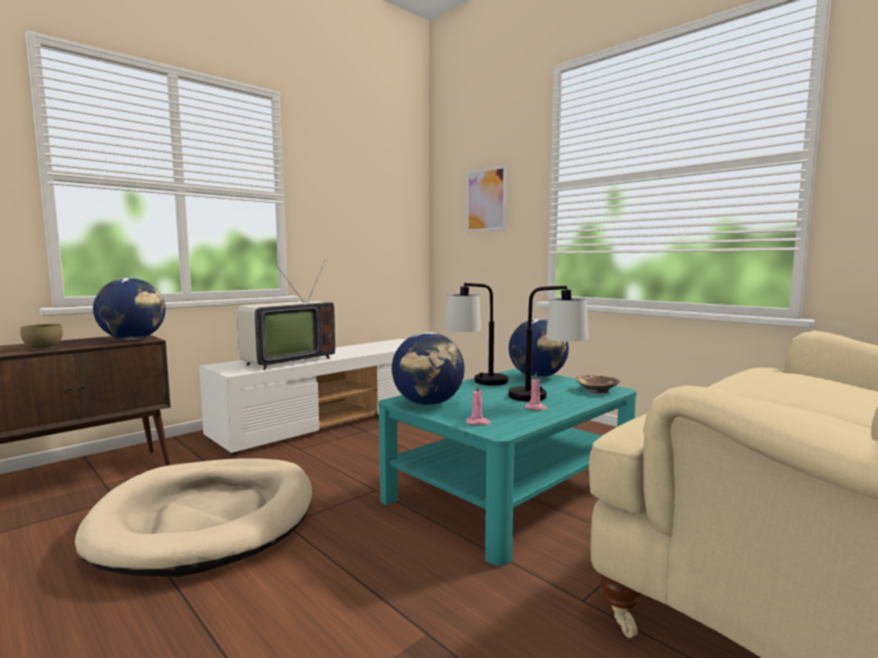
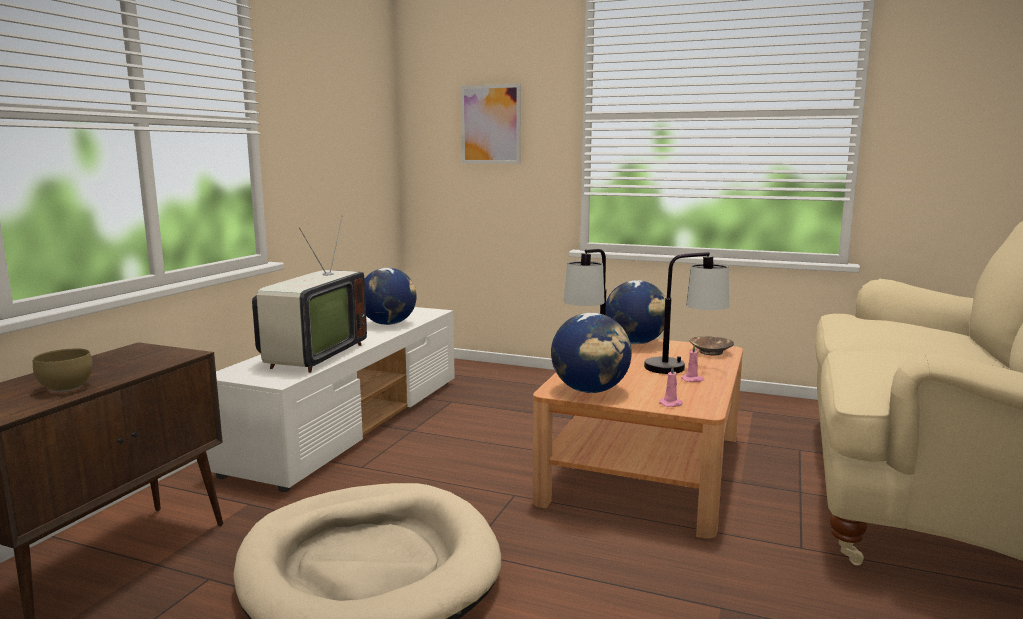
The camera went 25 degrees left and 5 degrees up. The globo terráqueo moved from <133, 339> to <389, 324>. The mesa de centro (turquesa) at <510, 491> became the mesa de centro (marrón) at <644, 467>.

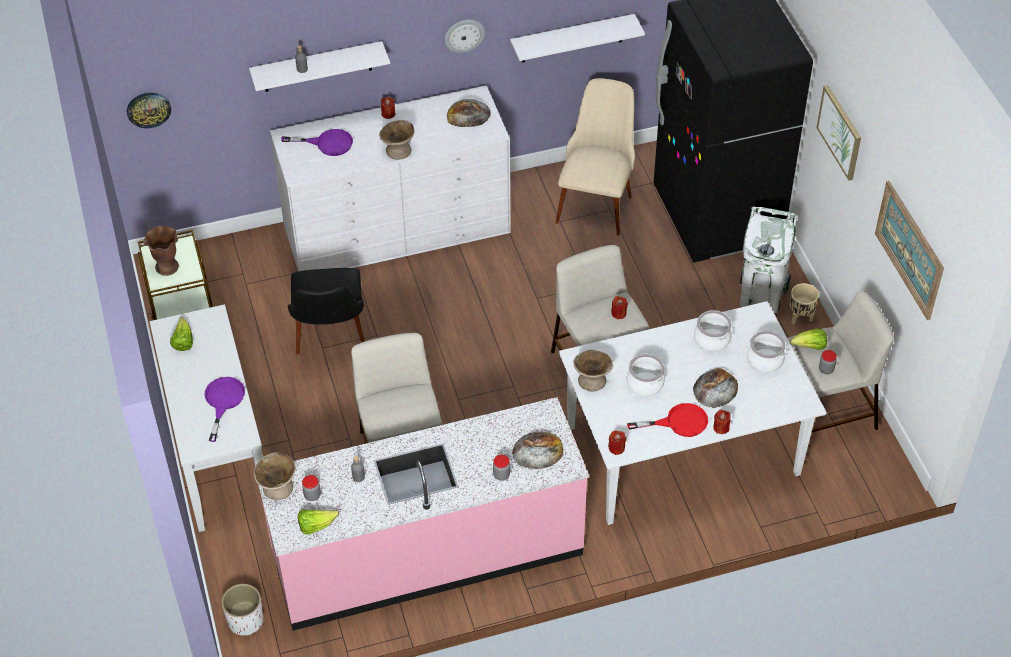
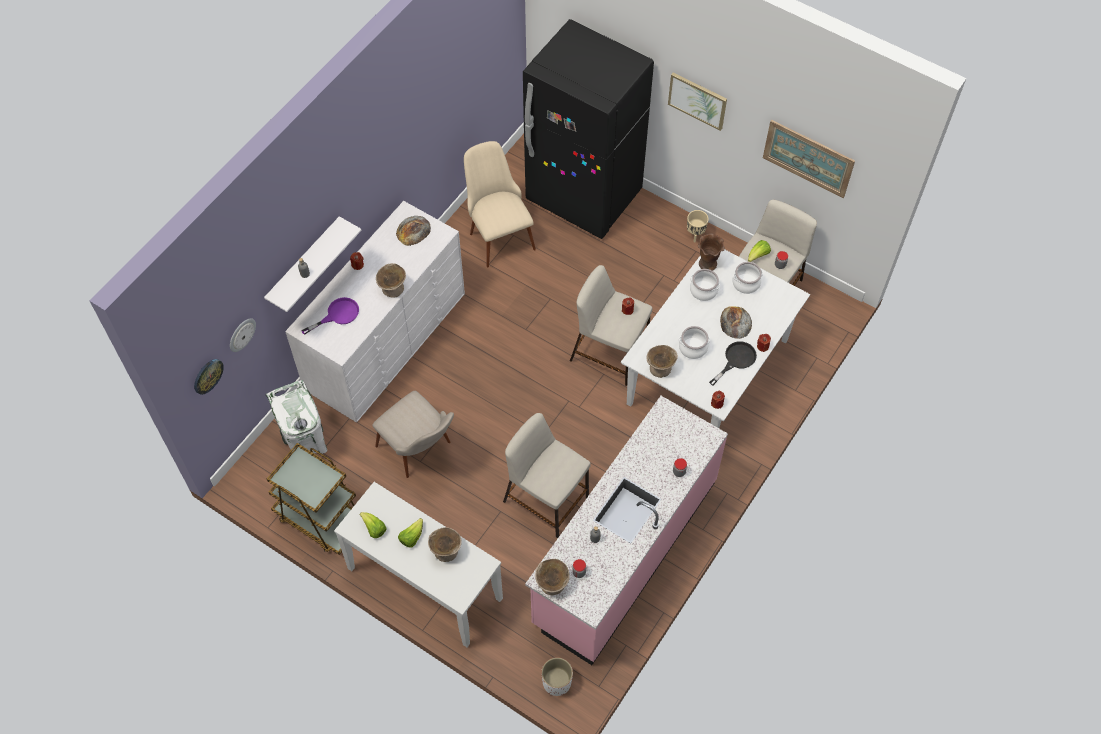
The camera went 40 degrees left and 10 degrees up. The estante (blanco) at <572, 38> disappeared. The pan at <538, 450> disappeared. The florero (marrón) moved from <167, 267> to <708, 264>. The lechuga moved from <316, 526> to <412, 537>. The reloj de pared moved from <464, 35> to <241, 334>. The papelera (blanco) moved from <761, 296> to <307, 444>. The sartén (morado) at <223, 402> was replaced by the cuenco (beis) at <446, 551>. The silla (negro) at <331, 341> became the silla (beis) at <421, 452>. The sartén (rojo) at <678, 422> became the sartén (negro) at <736, 360>.

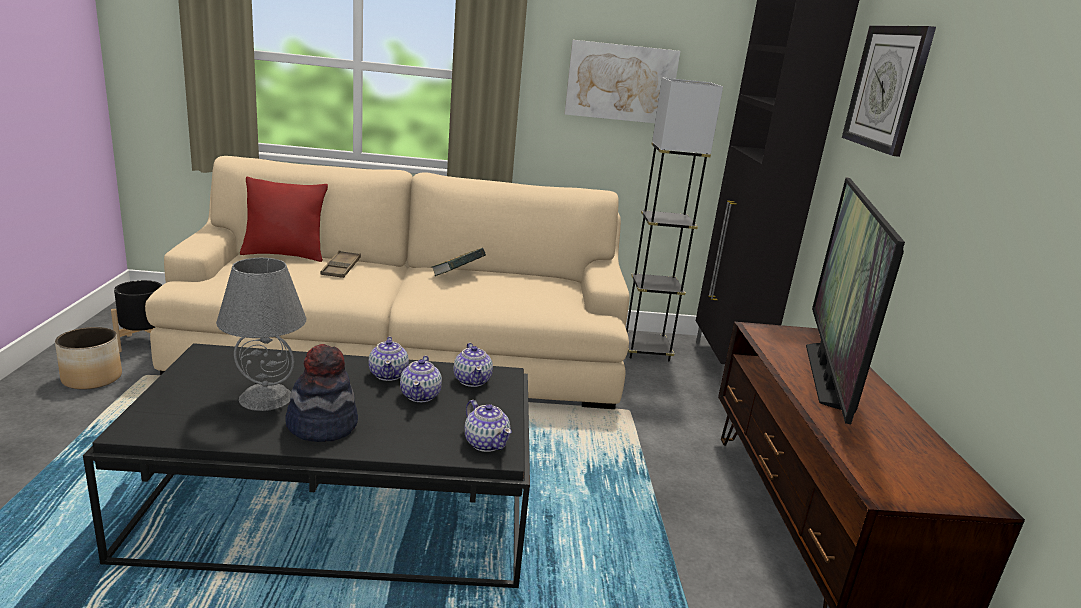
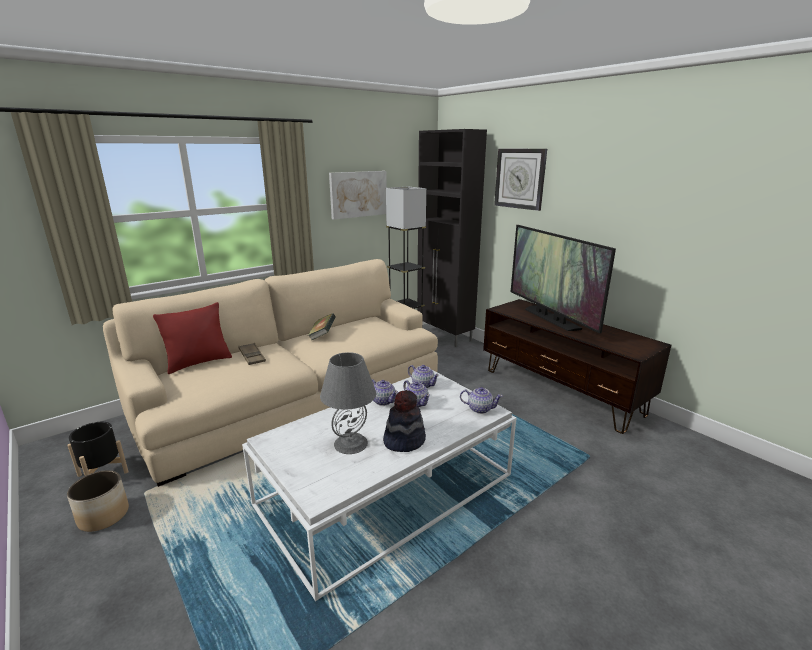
The camera went 35 degrees left and 0 degrees up. The mesa de centro (negro) at <341, 505> became the mesa de centro (blanco) at <387, 489>.

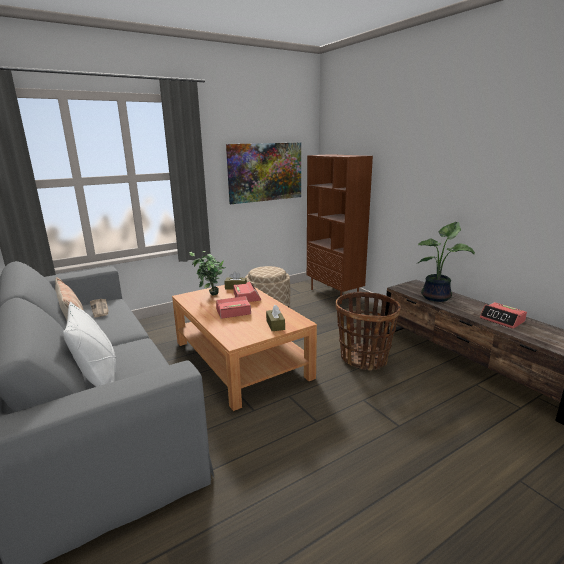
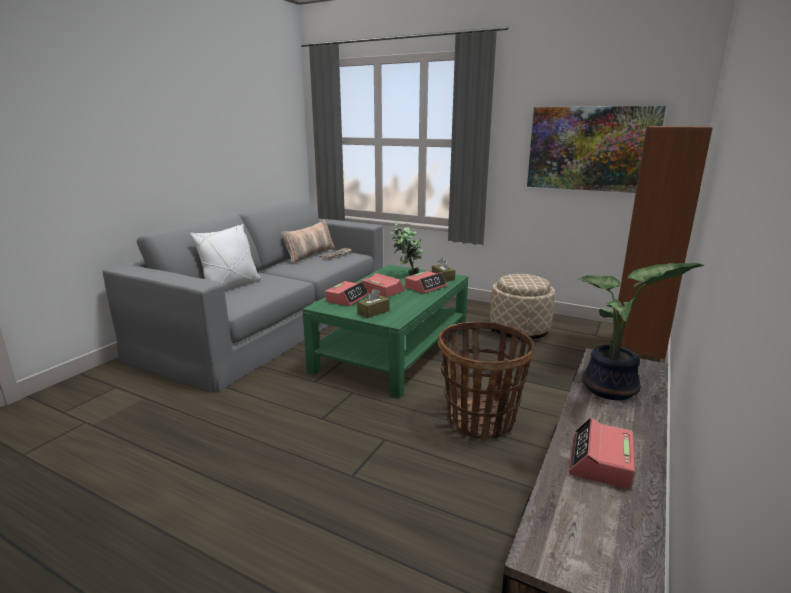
The camera went 60 degrees right and 0 degrees up. The despertador at <347, 298> appeared. The mesa de centro (marrón) at <240, 359> became the mesa de centro (verde) at <393, 349>.

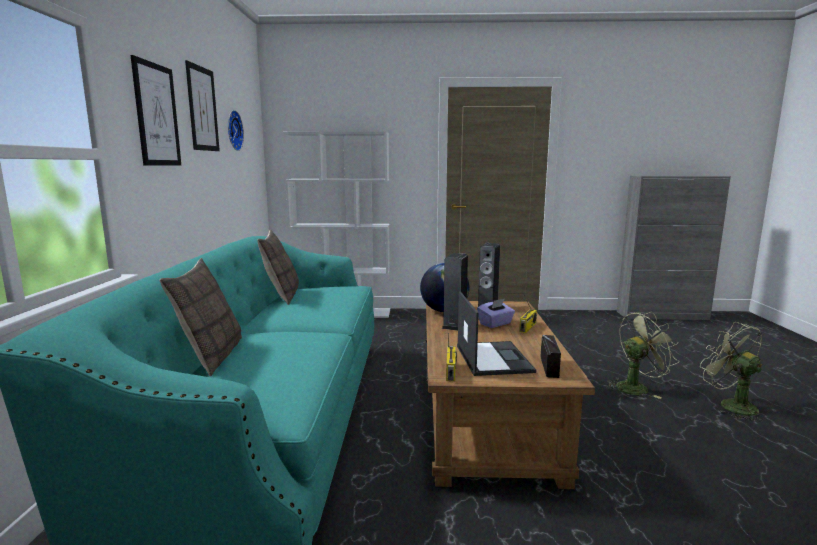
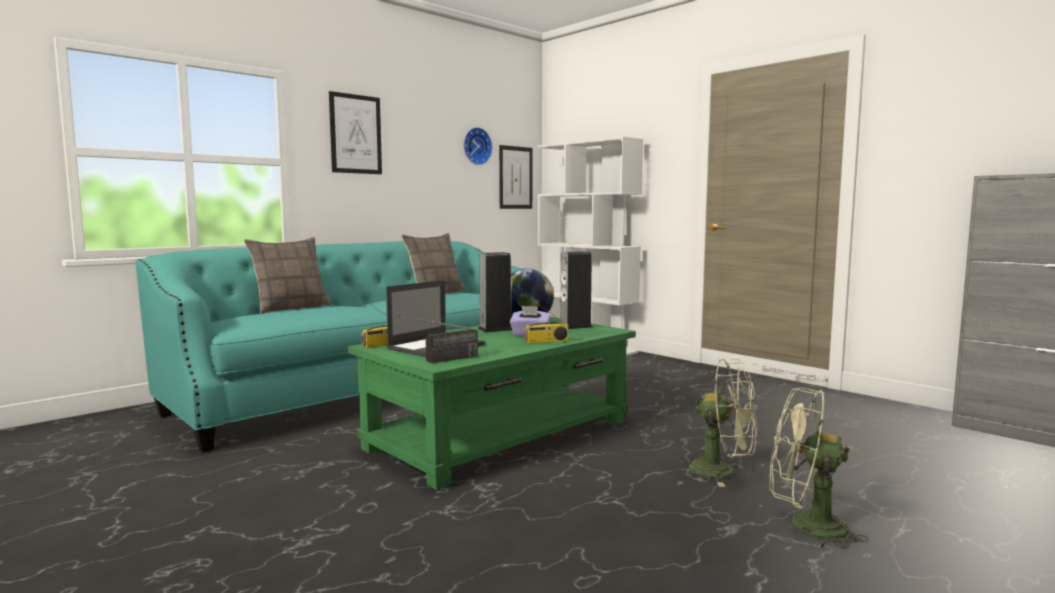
The camera went 45 degrees right and 5 degrees down. The cuadro moved from <202, 109> to <515, 177>. The mesa de centro (marrón) at <486, 416> became the mesa de centro (verde) at <501, 434>. The ventilador (verde) at <730, 405> turned 90 degrees counterclockwise.

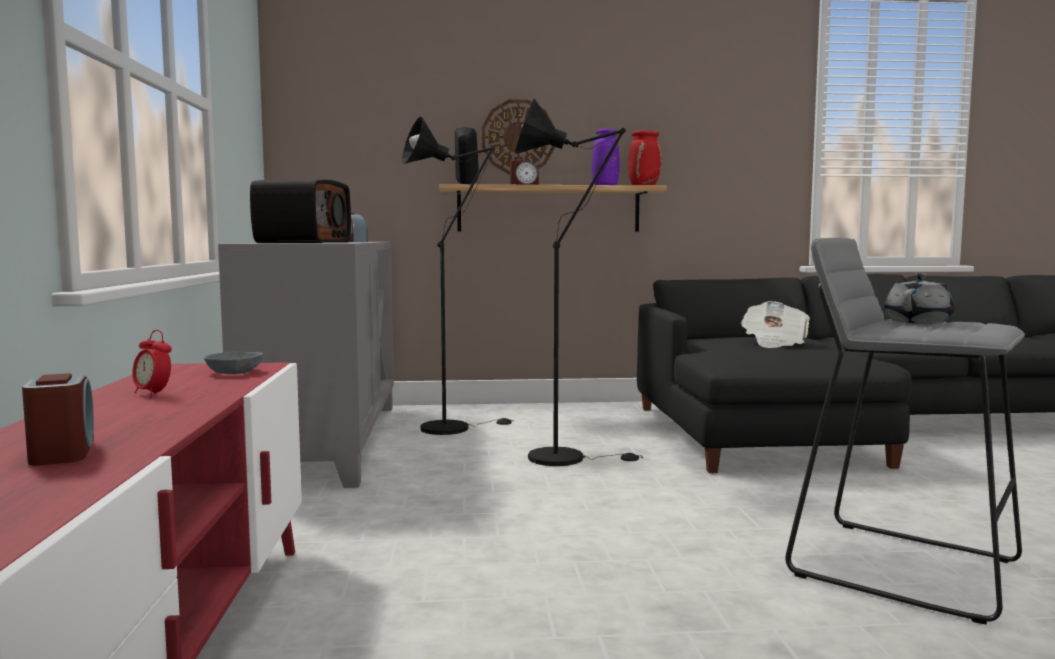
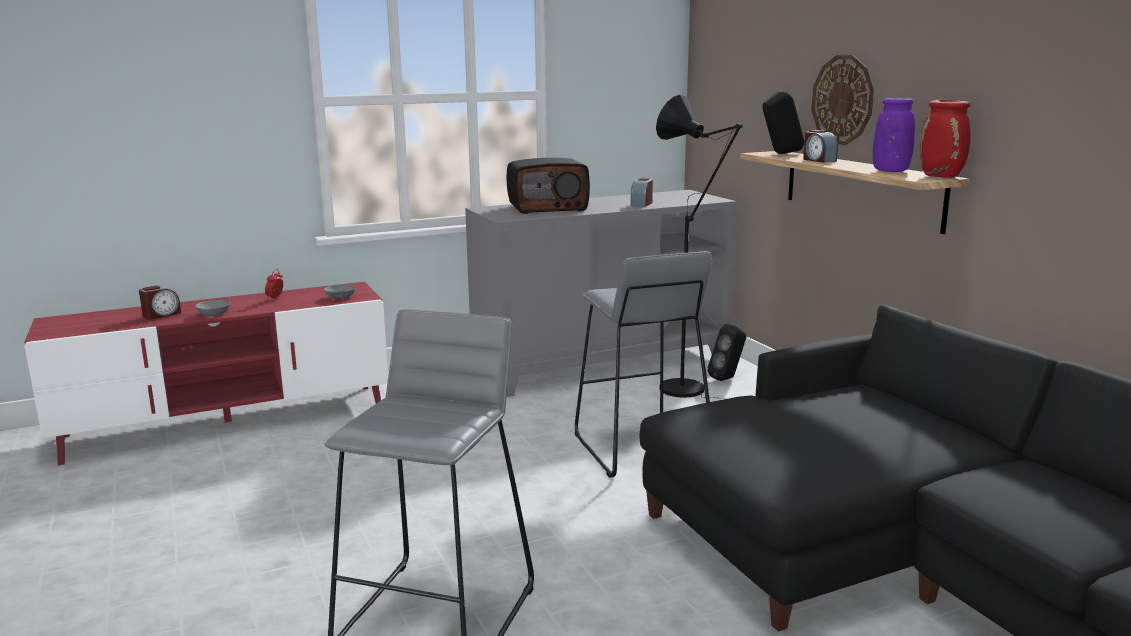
The camera went 70 degrees right and 10 degrees up. The periódico at <774, 343> disappeared. The tetera (gris) at <918, 322> disappeared. The cuenco (gris) at <214, 314> appeared. The altavoz (negro) at <728, 378> appeared. The lámpara de pie (negro) at <567, 457> was replaced by the taburete (gris) at <640, 448>.

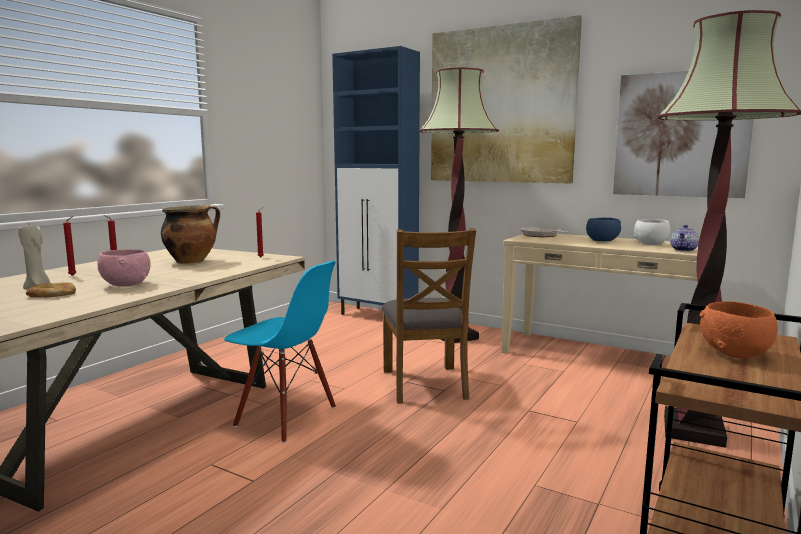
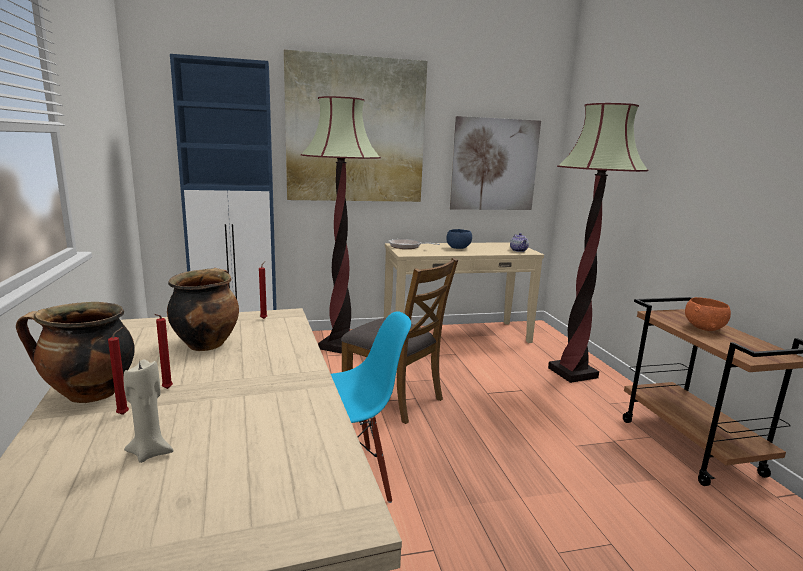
The camera went 45 degrees left and 5 degrees up. The pan at <52, 294> disappeared. The cuenco (rosa) at <126, 285> disappeared. The cuenco (blanco) at <651, 244> disappeared. The olla at <89, 395> appeared.

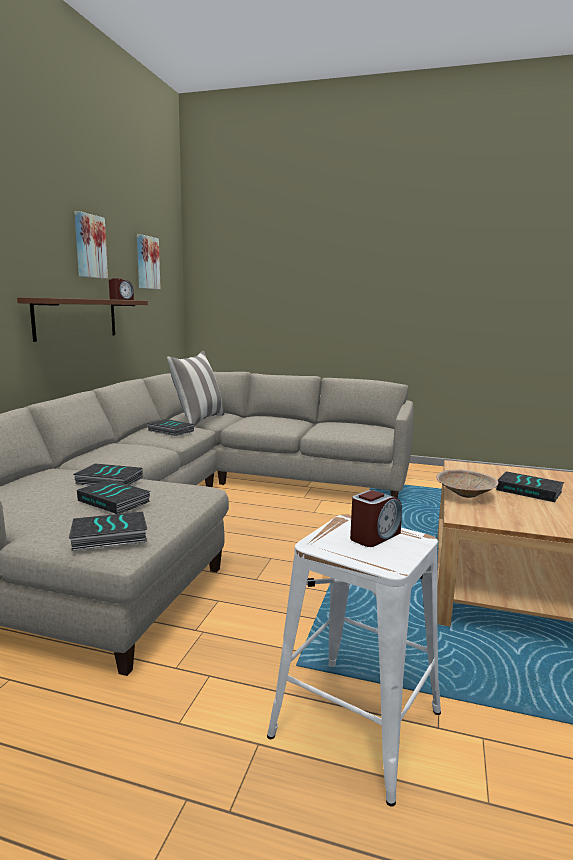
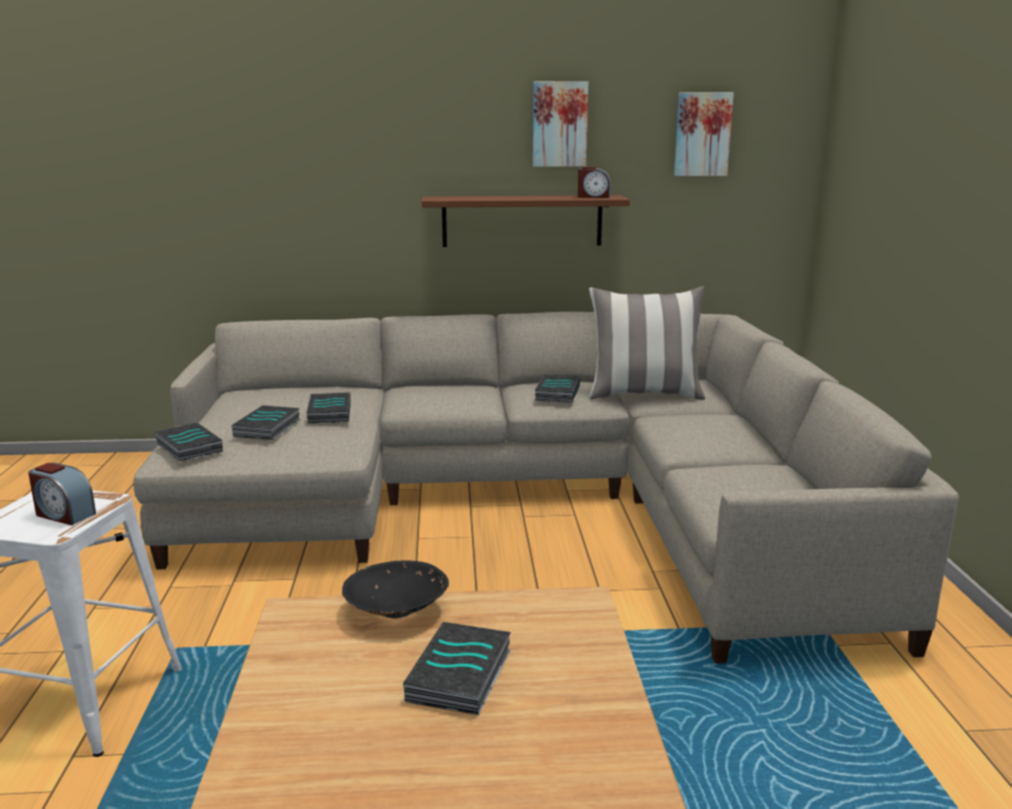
The camera went 70 degrees right and 5 degrees up. The cuenco (beis) at <464, 495> became the cuenco (negro) at <394, 610>.

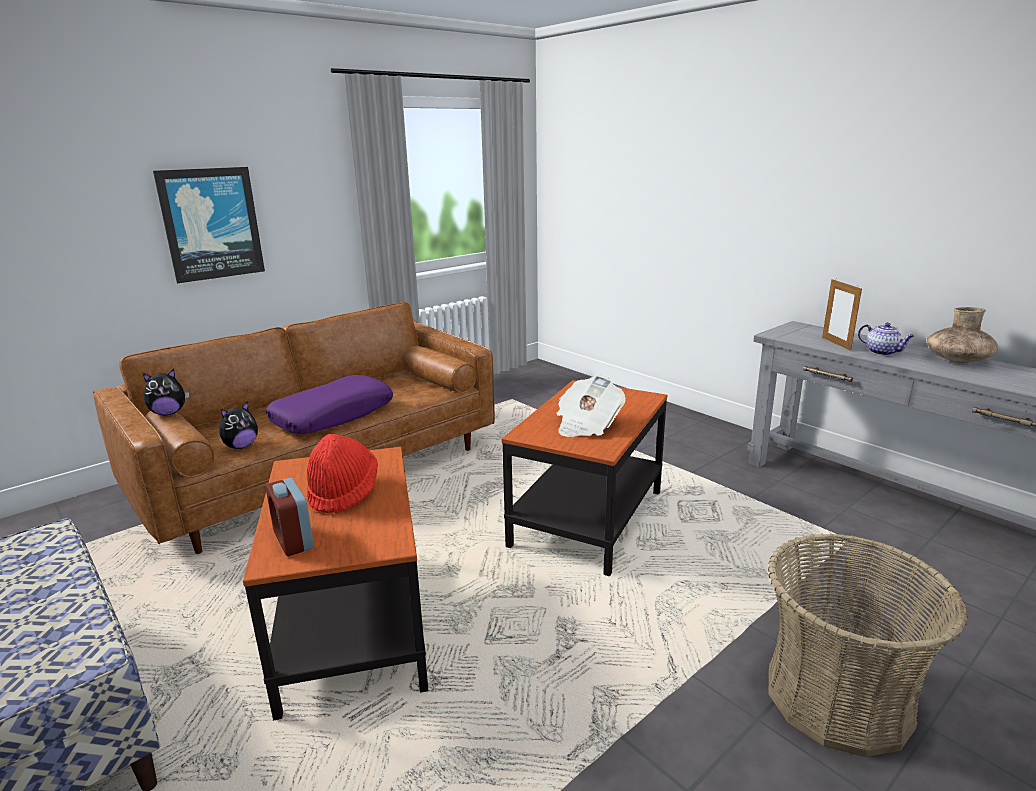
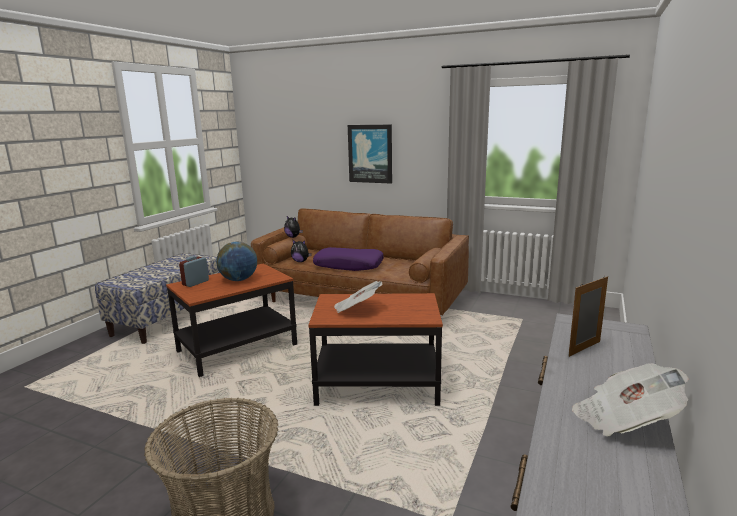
The camera went 65 degrees right and 5 degrees down. The tetera at <883, 352> disappeared. The sombrero (rojo) at <343, 492> was replaced by the globo terráqueo at <239, 280>. The florero (marrón) at <957, 360> was replaced by the periódico at <624, 420>.

